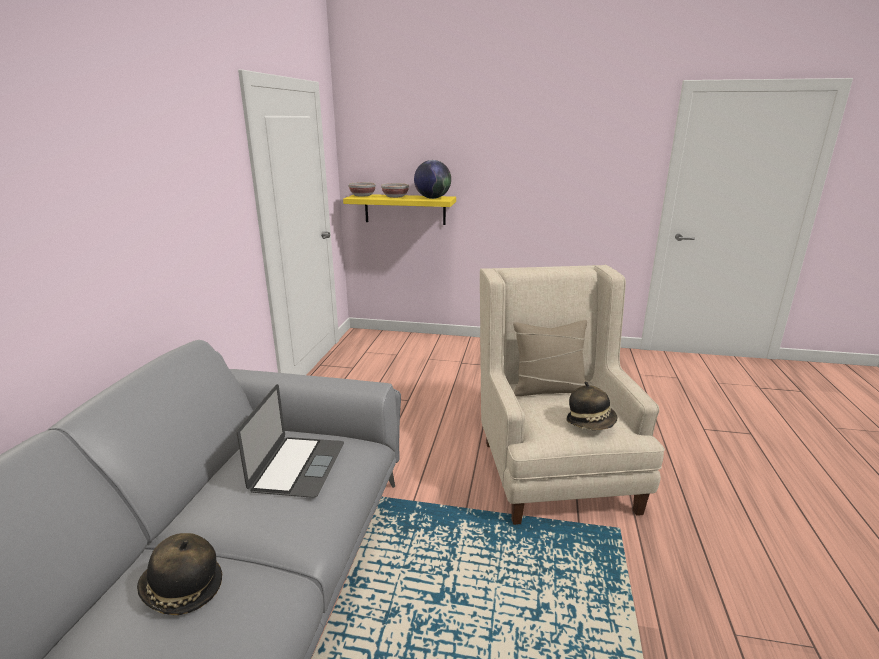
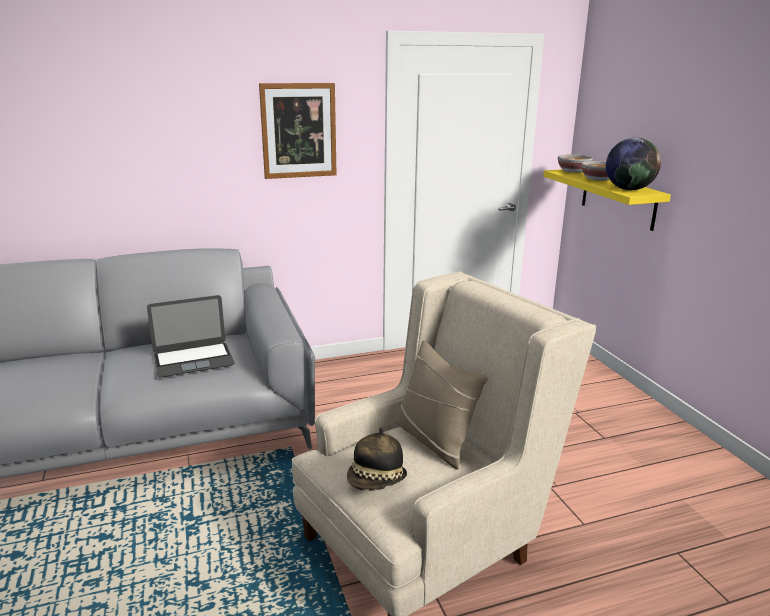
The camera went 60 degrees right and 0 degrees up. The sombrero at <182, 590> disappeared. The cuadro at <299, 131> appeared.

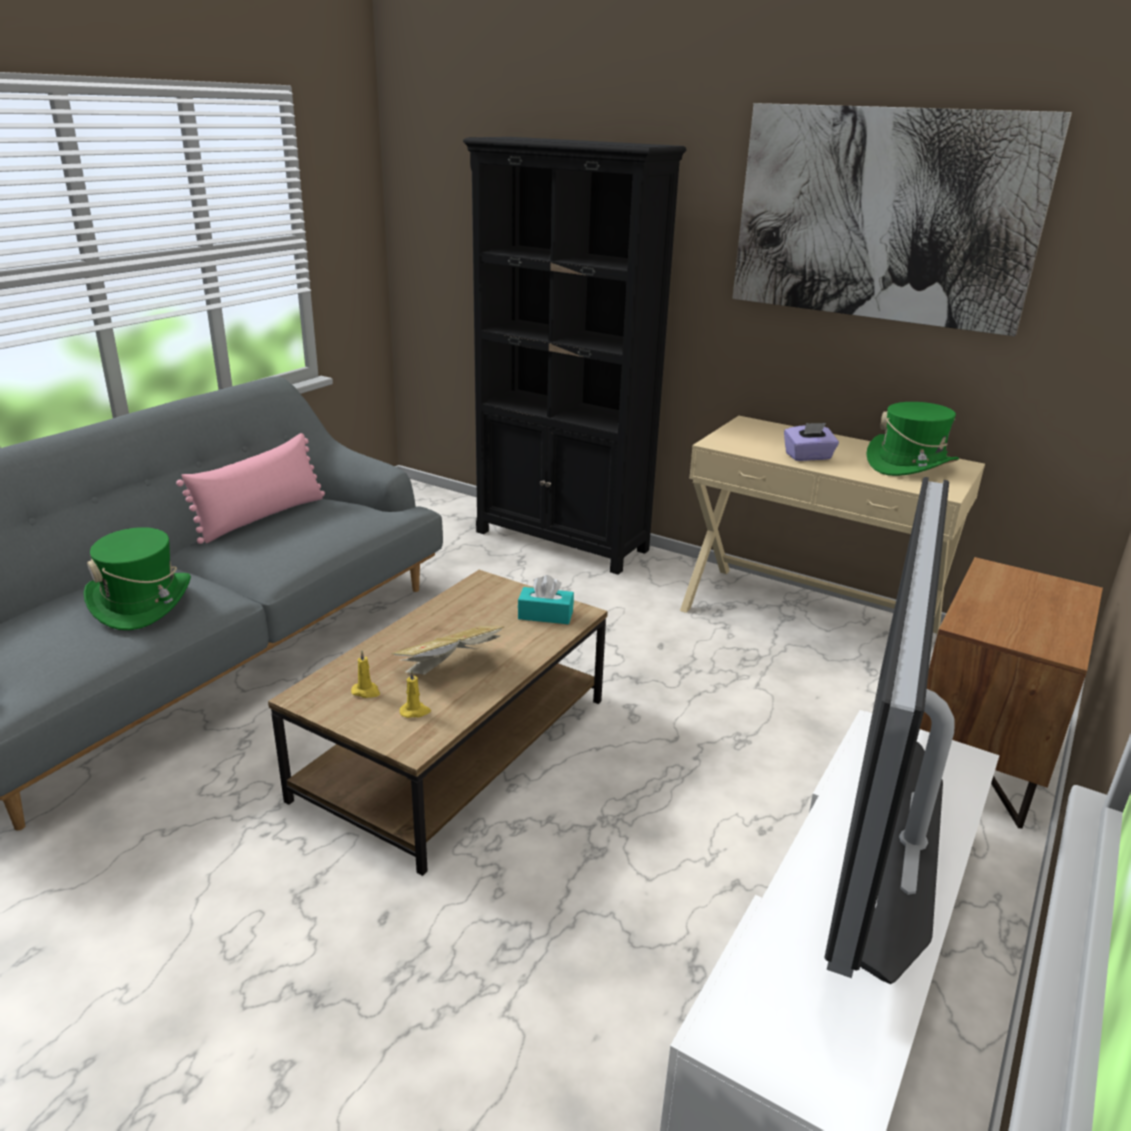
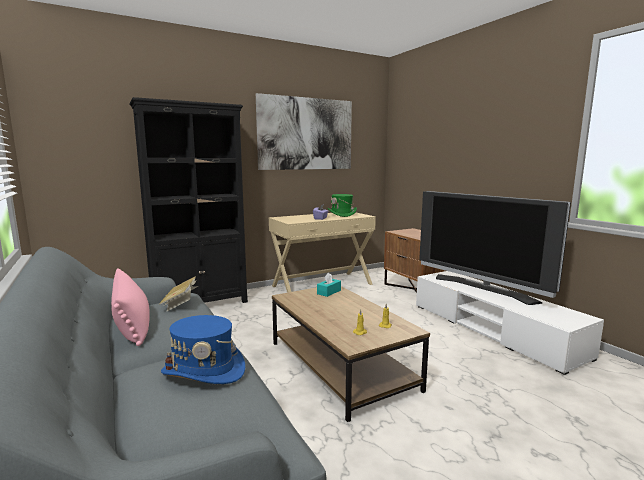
The camera went 60 degrees left and 15 degrees down. The libro moved from <450, 668> to <181, 303>. The sombrero (verde) at <142, 602> became the sombrero (azul) at <204, 371>.

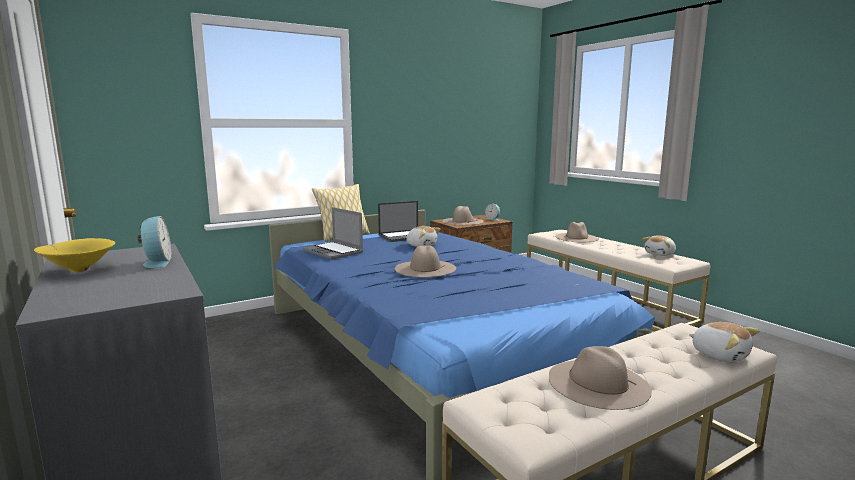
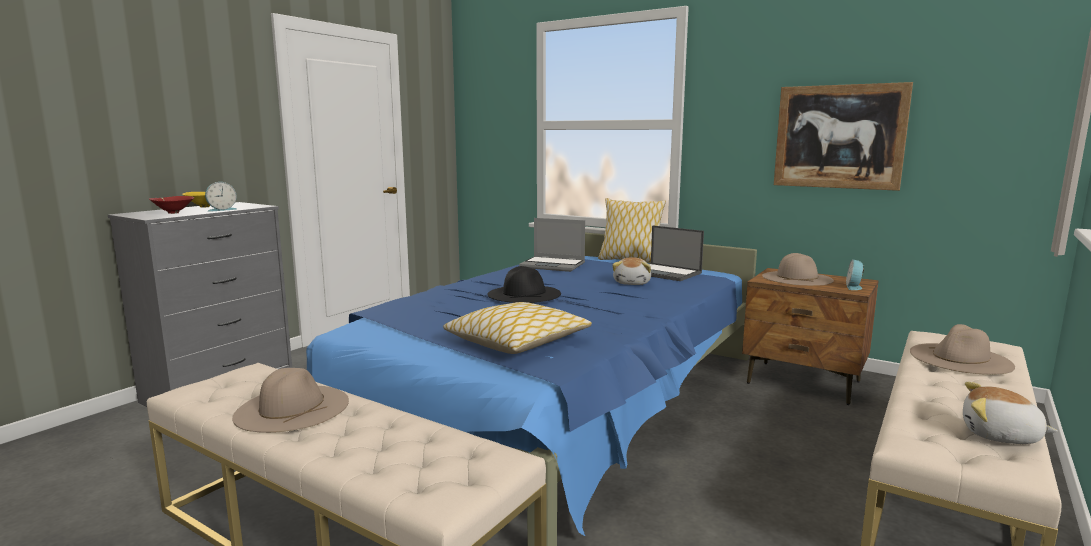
The camera went 65 degrees right and 0 degrees up. The peluche at <720, 355> disappeared. The cuenco (rojo) at <173, 213> appeared. The cojín at <517, 342> appeared. The cuadro at <839, 137> appeared. The sombrero (beis) at <425, 268> became the sombrero (negro) at <524, 294>. The portátil at <334, 252> turned 90 degrees counterclockwise.

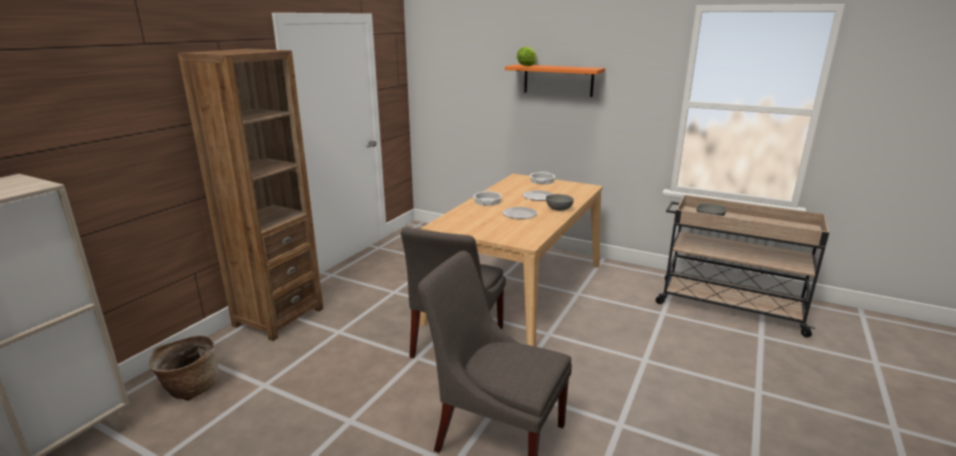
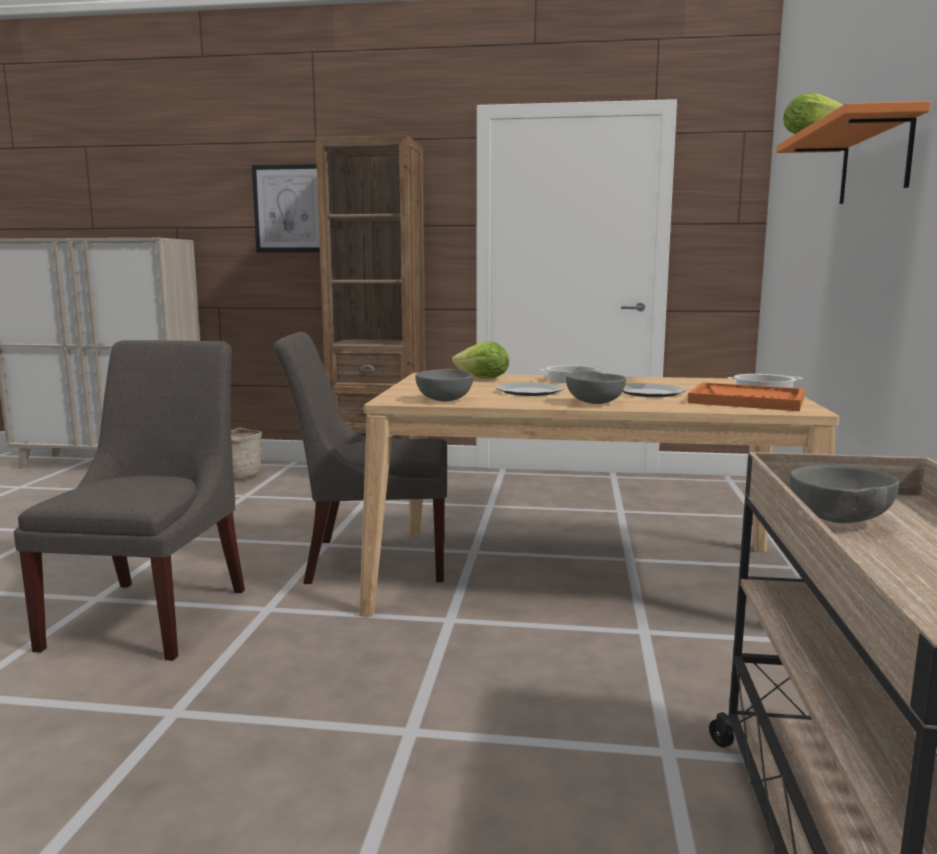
The camera went 70 degrees right and 10 degrees down. The cuadro at <289, 209> appeared. The cuenco (gris) at <446, 400> appeared. The lechuga at <483, 379> appeared. The bandeja (naranja) at <747, 400> appeared.

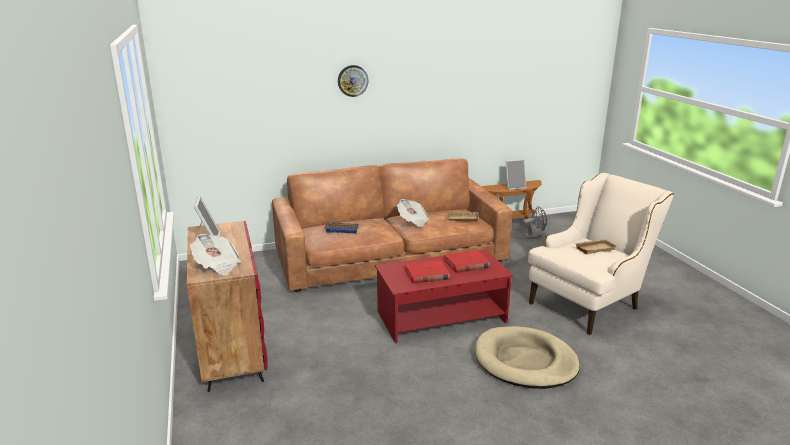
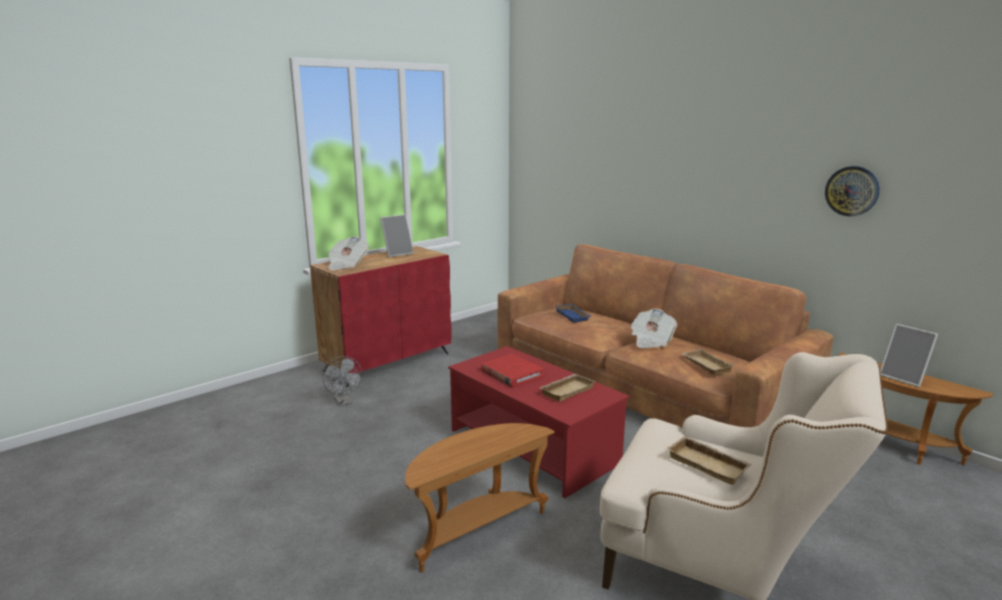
The camera went 65 degrees right and 5 degrees down. The reloj de pared moved from <352, 80> to <852, 191>. The ventilador (gris) moved from <535, 237> to <344, 402>. The libro (rojo) at <466, 264> was replaced by the bandeja (beis) at <566, 390>. The cama para perro (beis) at <525, 361> was replaced by the mesa auxiliar (marrón) at <476, 530>.

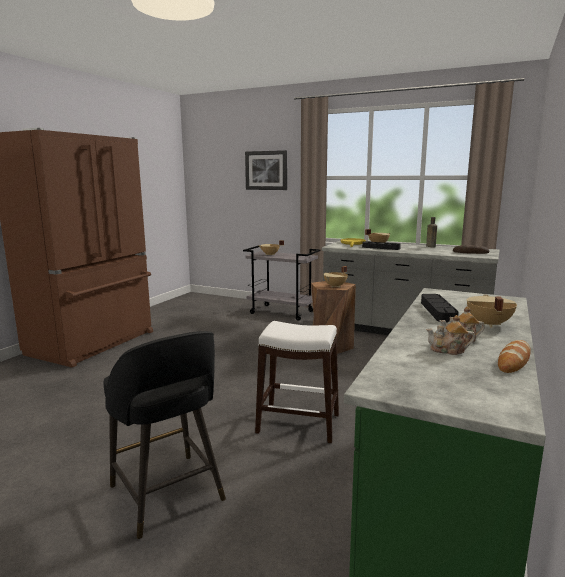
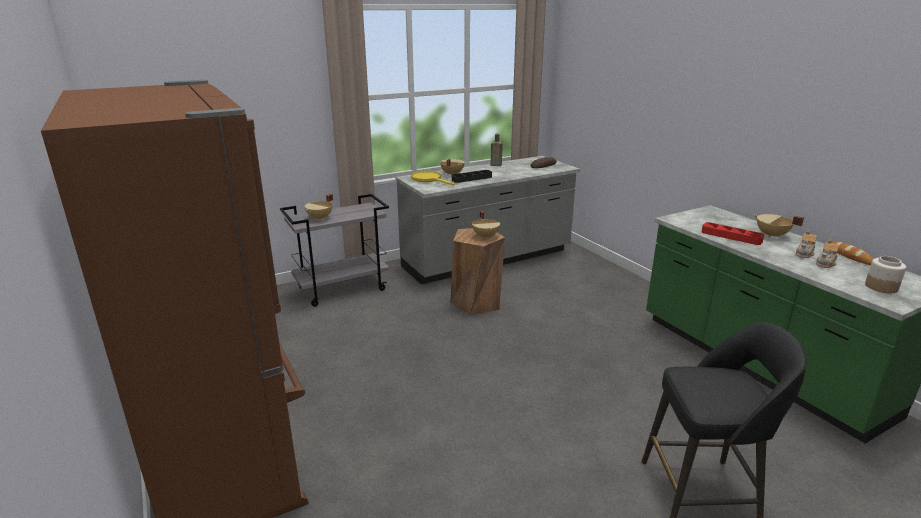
The camera went 55 degrees left and 10 degrees up. The cuadro at <266, 170> disappeared. The taburete (blanco) at <298, 424> disappeared. The tarro at <880, 287> appeared. The bandeja (negro) at <438, 311> became the bandeja (rojo) at <731, 236>.

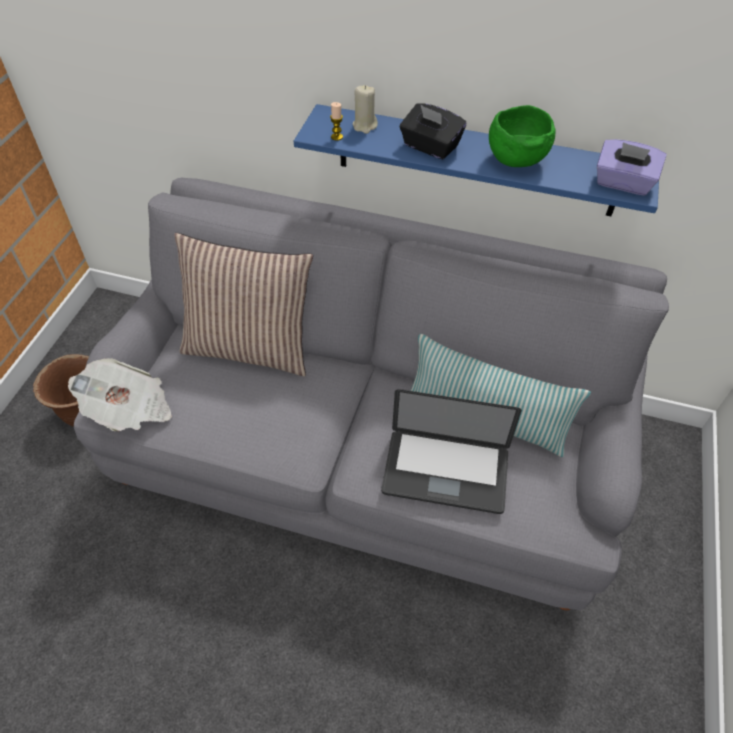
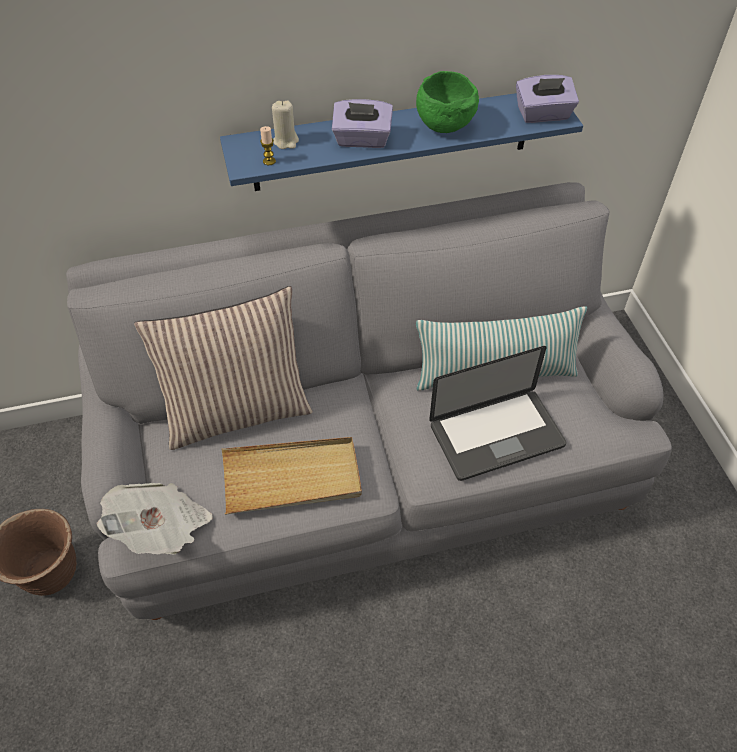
The camera went 30 degrees left and 0 degrees up. The bandeja (beis) at <292, 478> appeared. The caja de pañuelos (negro) at <430, 147> became the caja de pañuelos (morado) at <362, 140>.

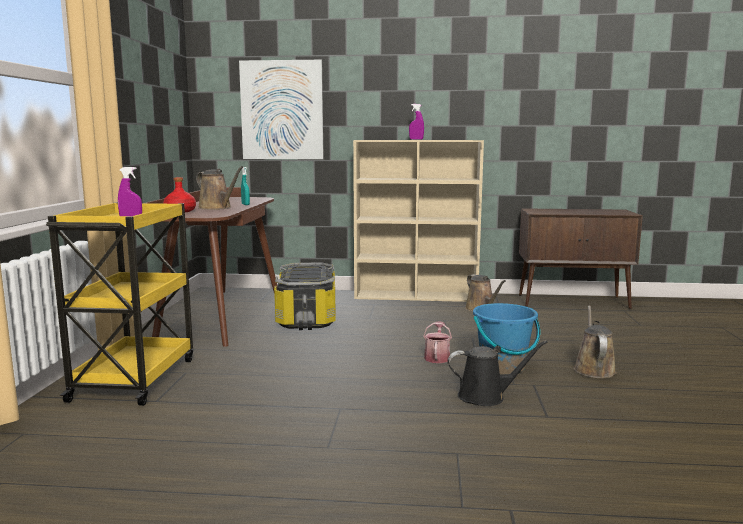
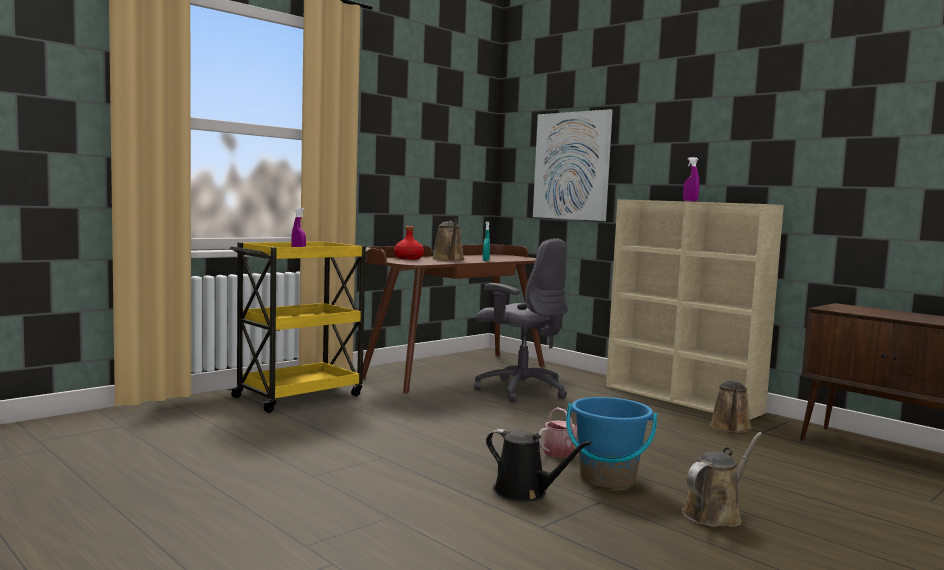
The camera went 40 degrees right and 5 degrees down. The caja de almacenaje at <307, 318> was replaced by the silla de oficina (gris) at <520, 390>.

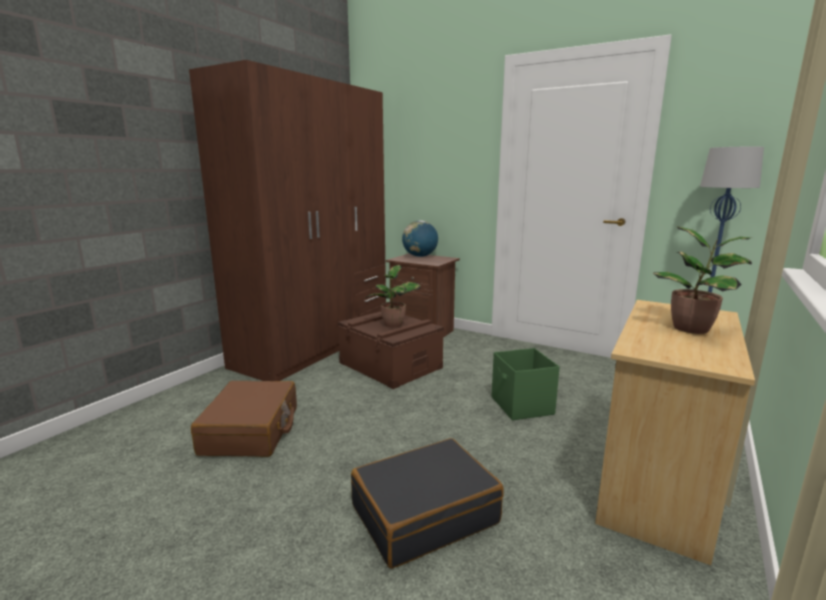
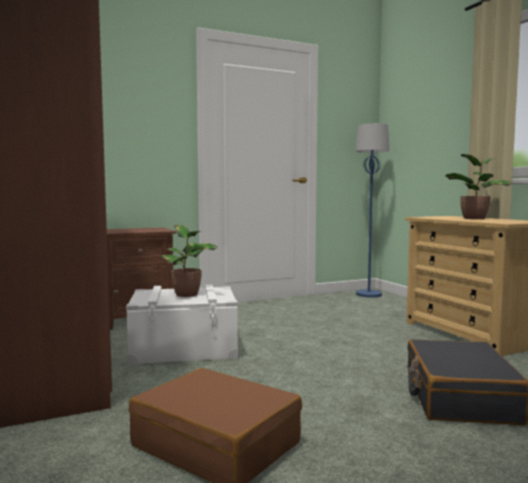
The camera went 55 degrees left and 10 degrees down. The globo terráqueo at <420, 256> disappeared. The caja de almacenaje (verde) at <522, 406> disappeared. The caja de almacenaje (marrón) at <390, 365> became the caja de almacenaje (blanco) at <184, 347>.

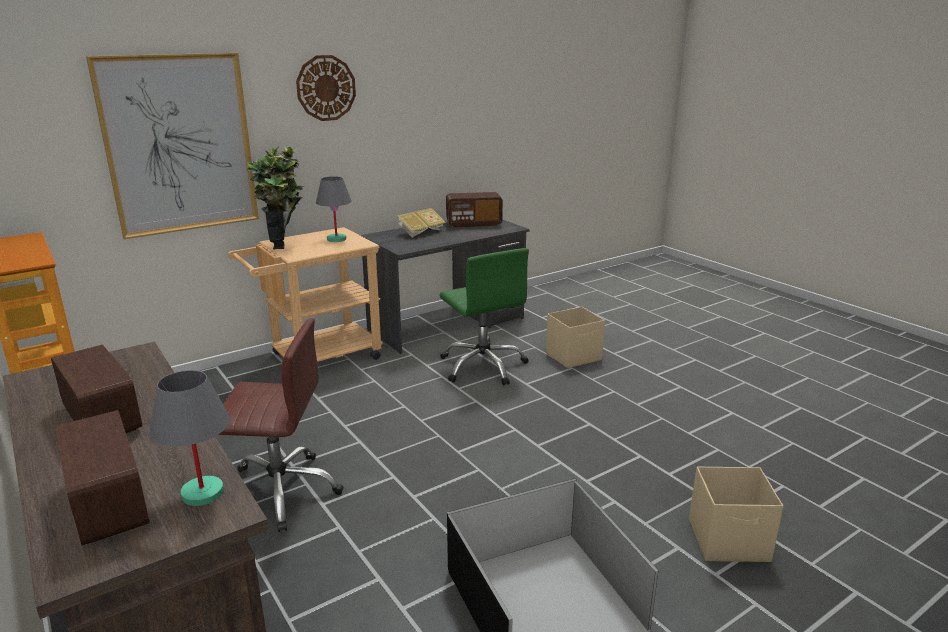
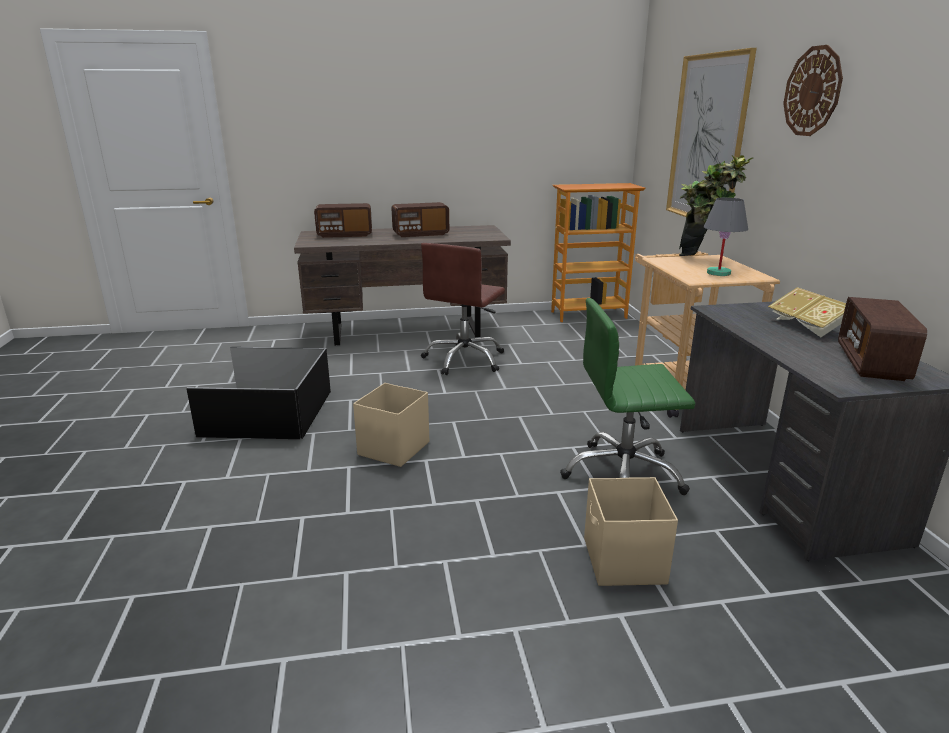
The camera went 115 degrees right and 0 degrees up. The lámpara de mesa (gris) at <204, 493> disappeared. The caja de almacenaje (beis) moved from <729, 541> to <393, 449>.

